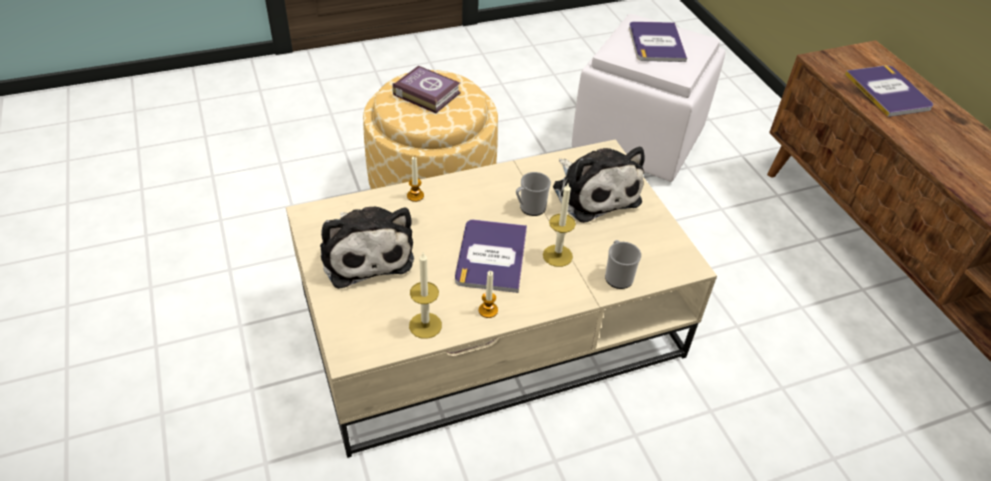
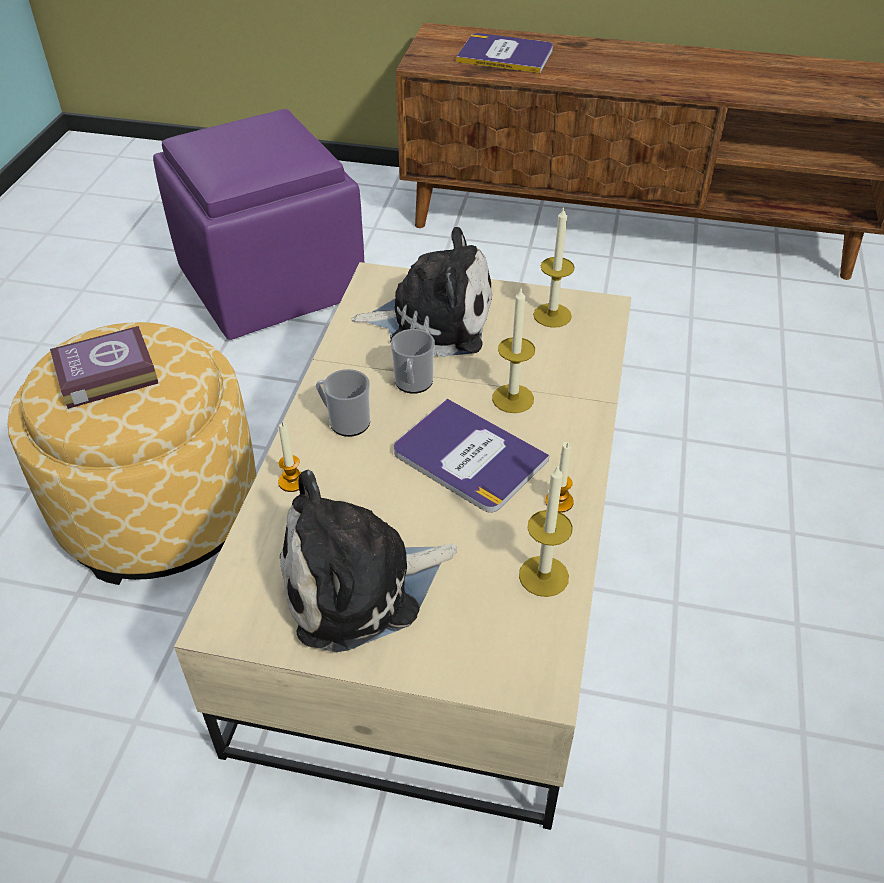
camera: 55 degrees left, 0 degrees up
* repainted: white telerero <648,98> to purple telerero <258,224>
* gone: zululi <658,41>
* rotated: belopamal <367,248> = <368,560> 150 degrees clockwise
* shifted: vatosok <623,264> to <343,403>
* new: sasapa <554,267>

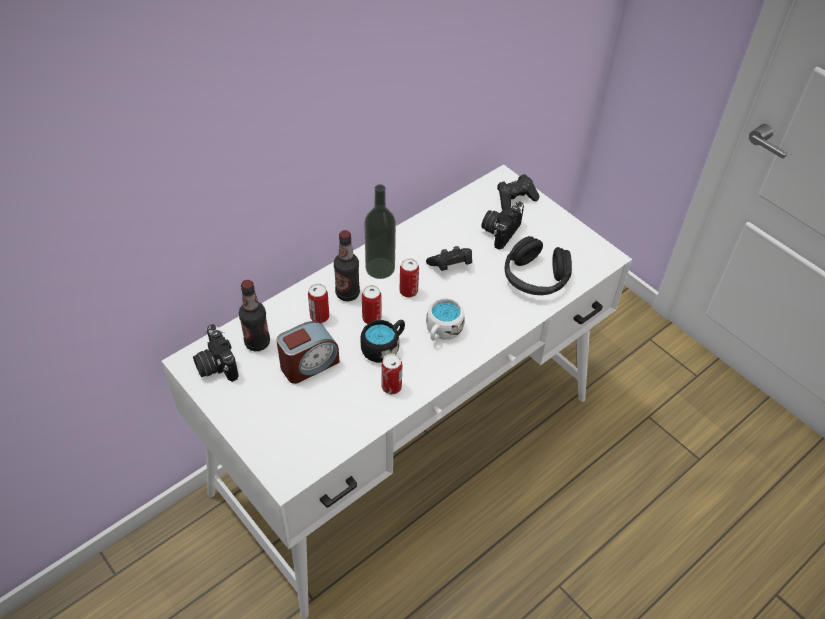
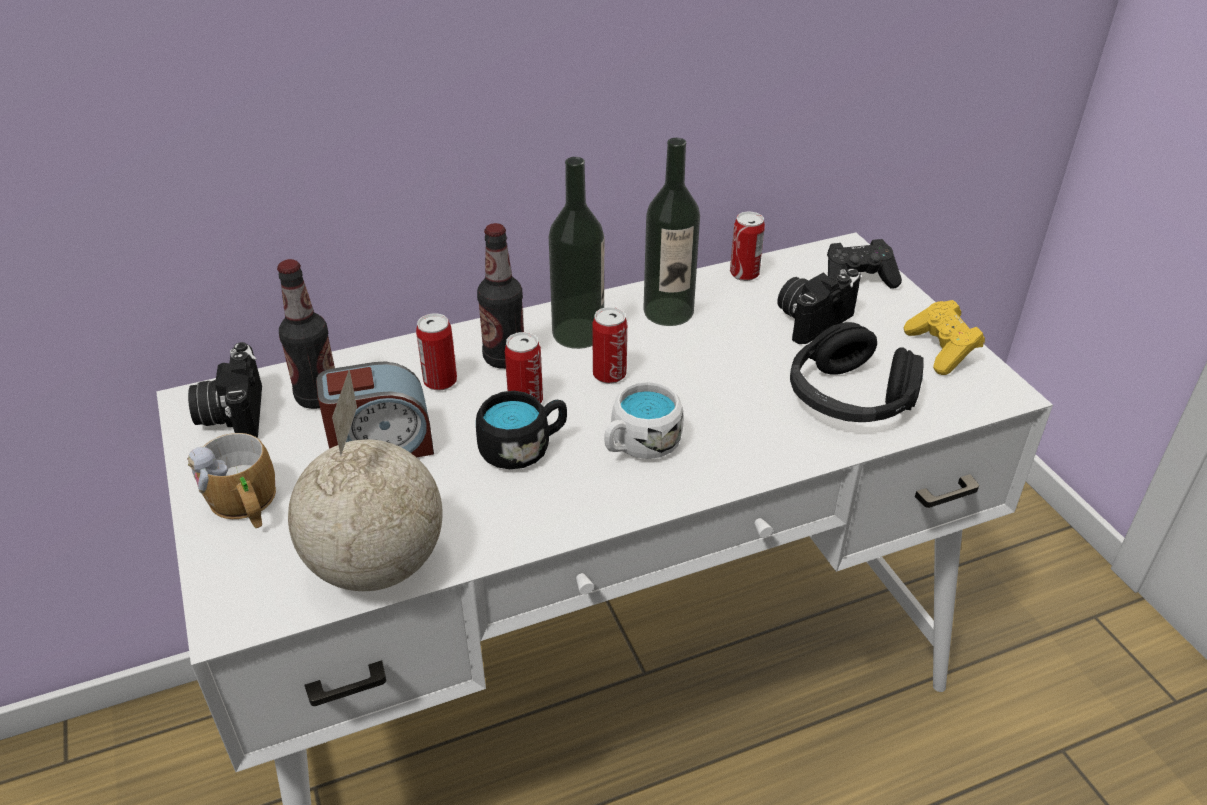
camera: 20 degrees right, 10 degrees down
* gone: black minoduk <449,258>
* shifted: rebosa <391,374> to <747,246>
* new: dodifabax <671,232>
* new: yellow minoduk <944,337>
* new: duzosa <365,480>
* new: vatosok <231,480>

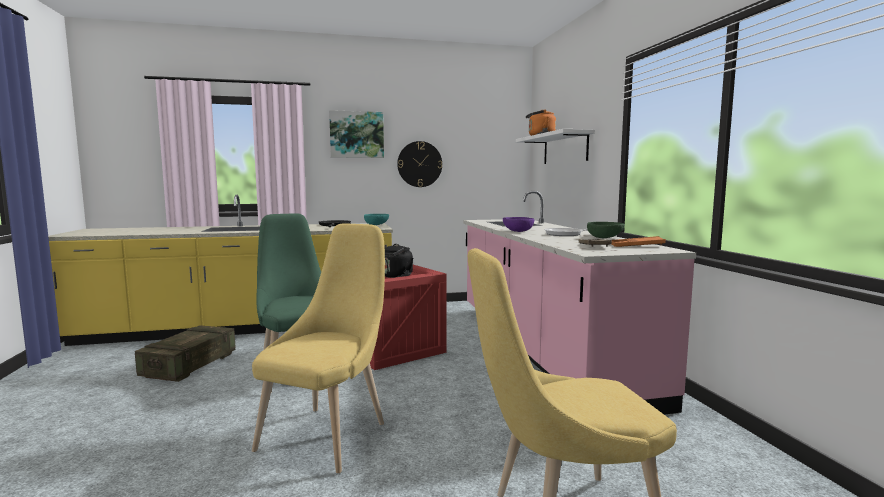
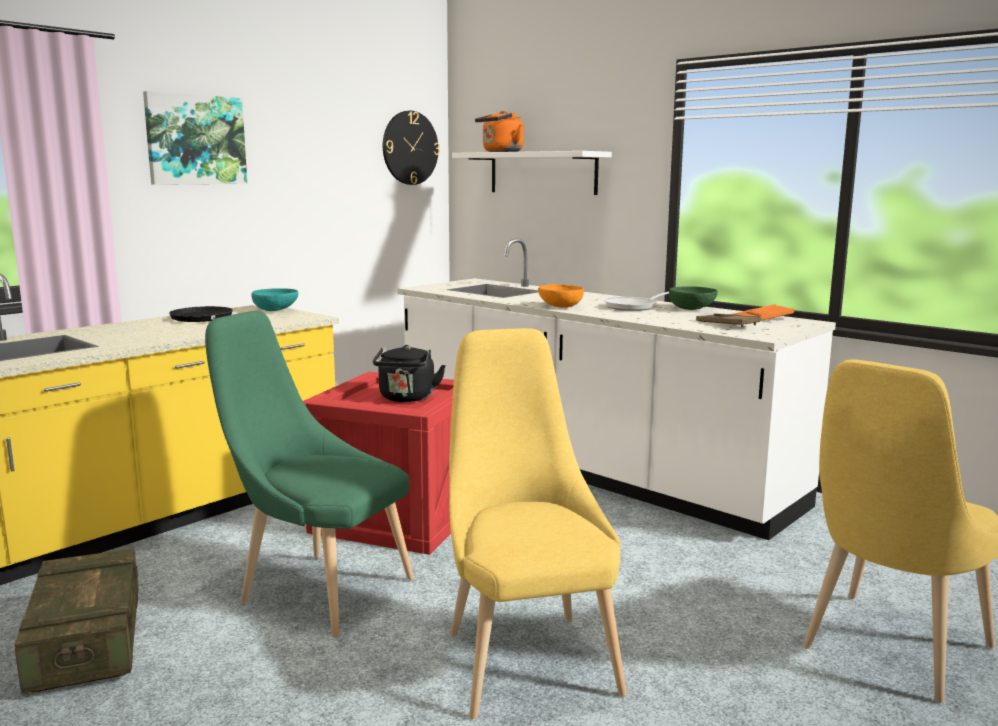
camera: 35 degrees left, 5 degrees up
* shifted: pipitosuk <419,164> to <411,148>
* repainted: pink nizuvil <579,303> to white nizuvil <616,389>
* repainted: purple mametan <518,224> to orange mametan <561,296>

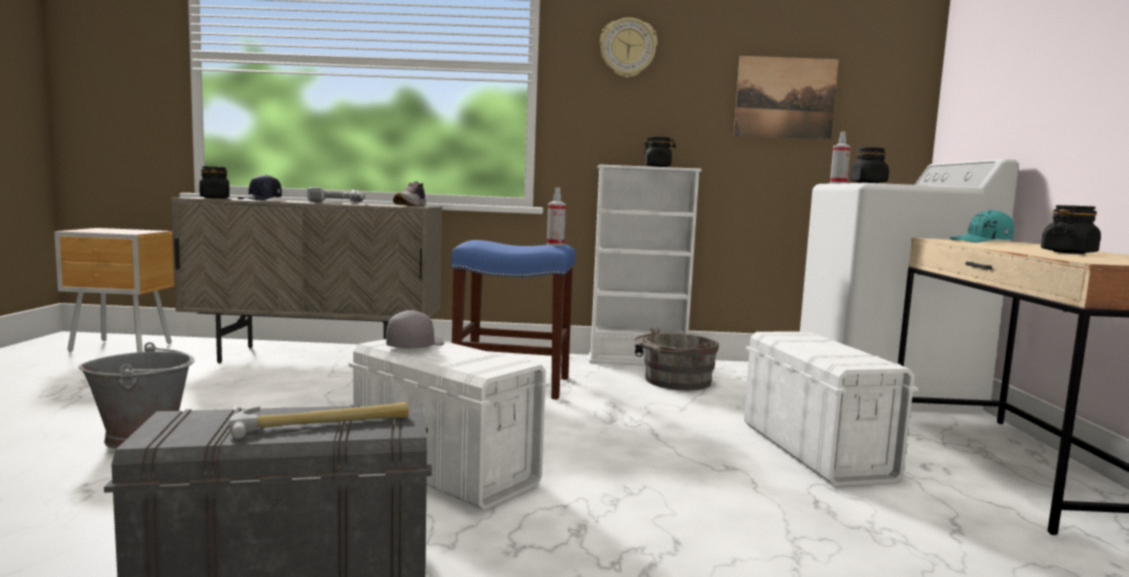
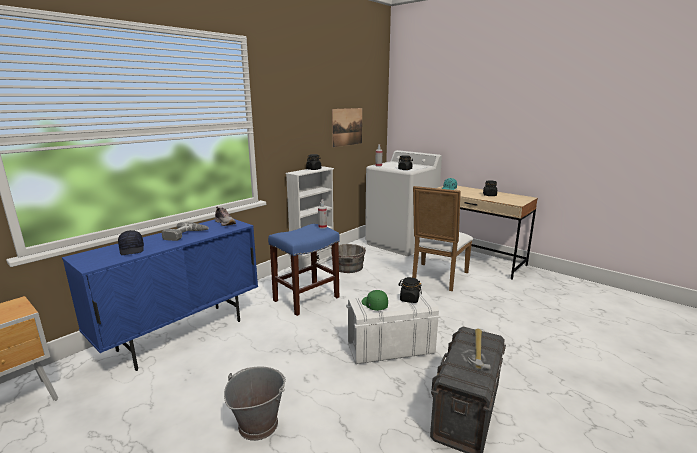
camera: 50 degrees left, 10 degrees up
* gone: pipitosuk <629,47>
* shifted: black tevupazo <214,182> to <410,290>
* repainted: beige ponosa <306,280> to blue ponosa <160,295>
* repainted: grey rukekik <415,329> to green rukekik <375,300>
* swapped: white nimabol <831,408> to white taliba <442,238>

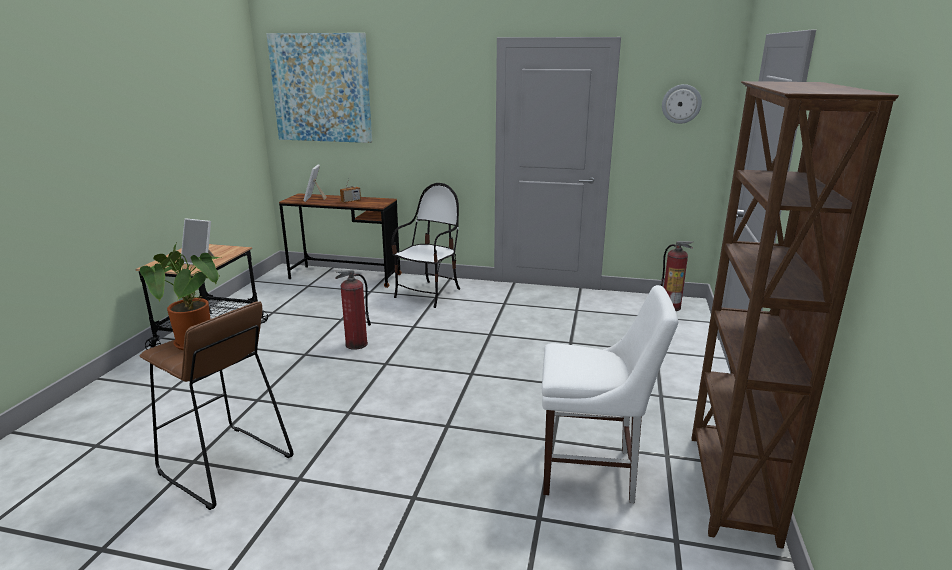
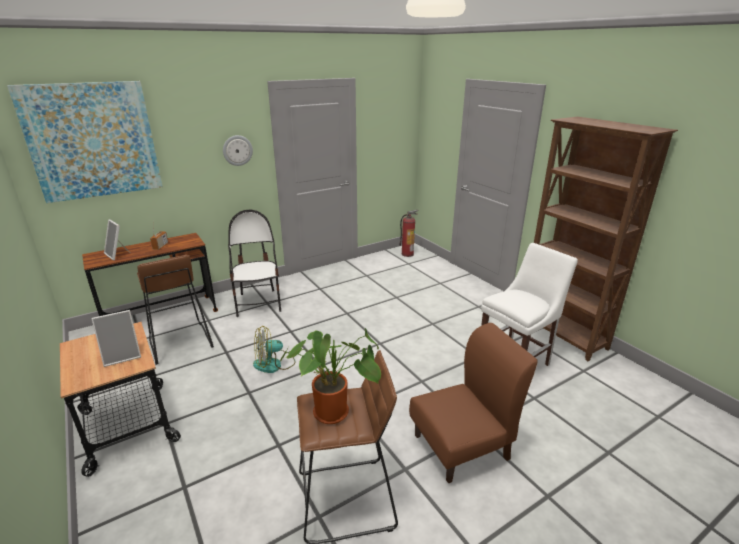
camera: 45 degrees left, 5 degrees up
* shifted: pipitosuk <682,104> to <238,150>
* swapped: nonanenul <353,310> to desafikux <274,349>
* new: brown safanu <175,310>
* new: brown taliba <473,403>

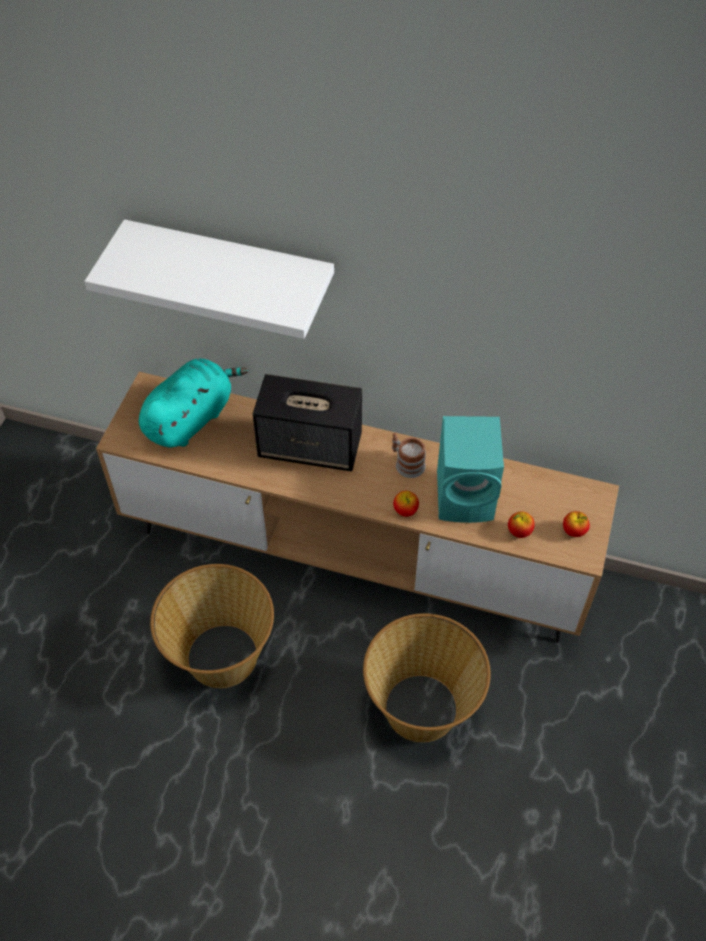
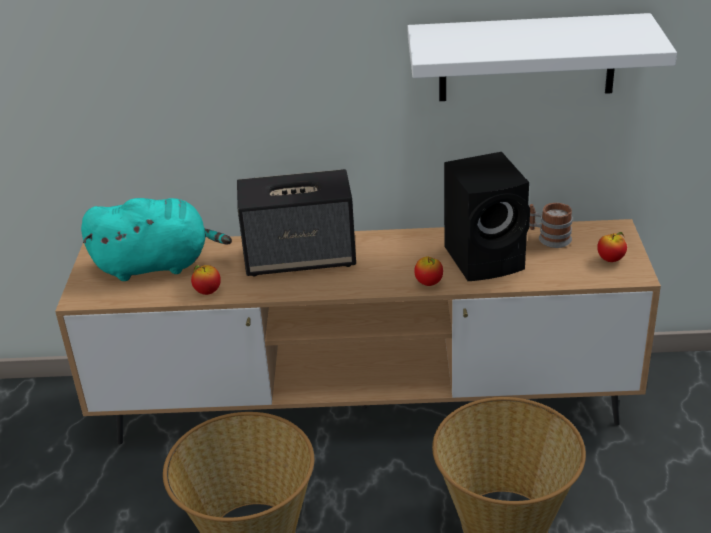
camera: 15 degrees left, 20 degrees down
* shifted: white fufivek <209,279> to <542,57>
* rotated: turquoise belopamal <194,403> = <156,239> 60 degrees clockwise
* repainted: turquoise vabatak <470,469> to black vabatak <487,216>
* shifted: vatosok <409,455> to <551,225>
* shifted: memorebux <521,524> to <206,280>

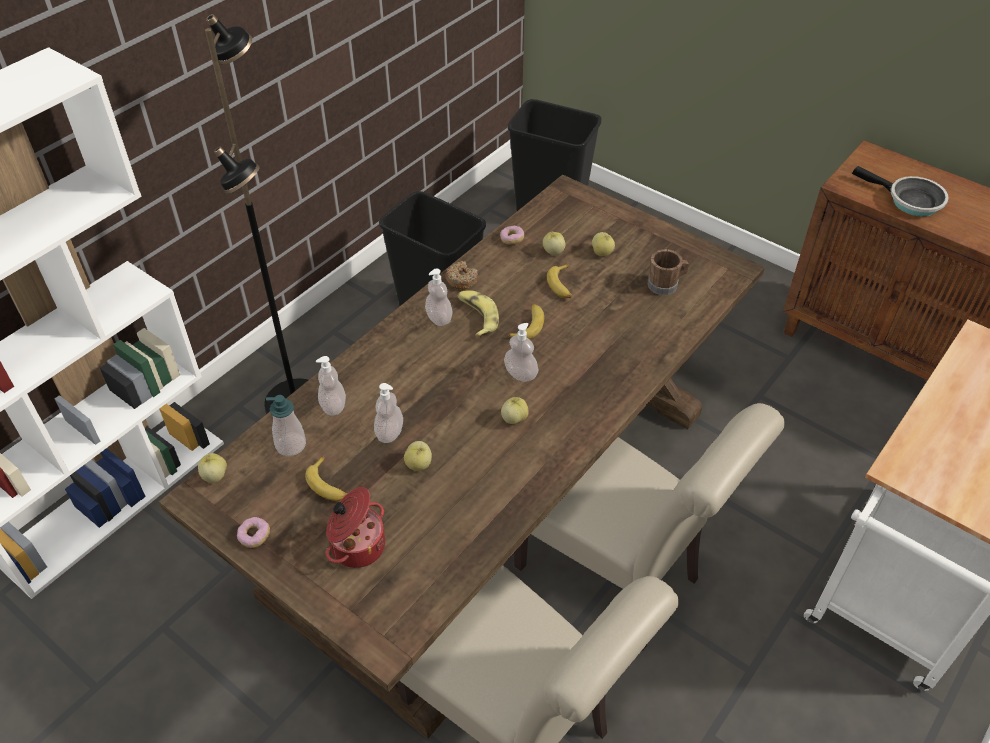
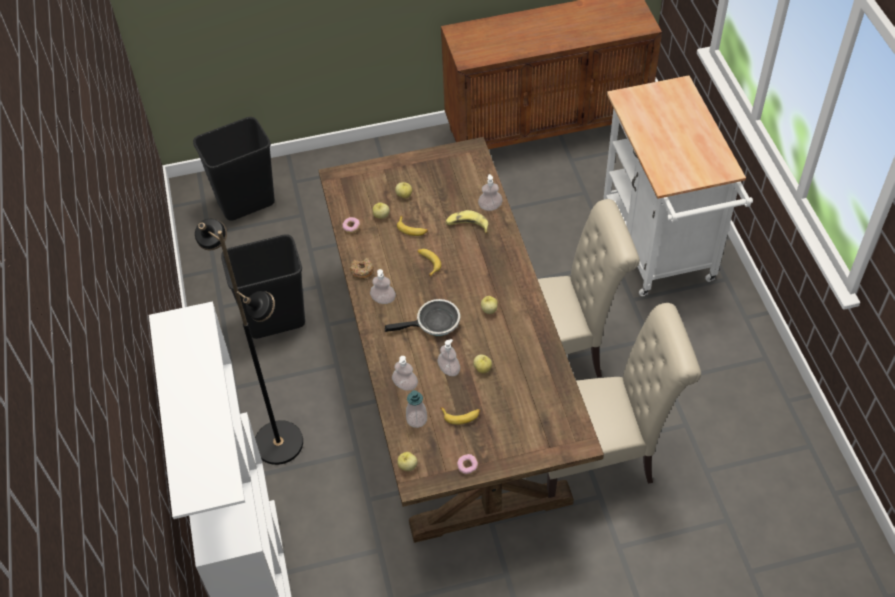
camera: 50 degrees left, 5 degrees up
* shifted: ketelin <900,191> to <422,317>
* gone: brown vatosok <668,272>
* shifted: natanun <478,313> to <466,221>
* shifted: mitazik <521,352> to <490,192>
* gone: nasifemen <355,527>

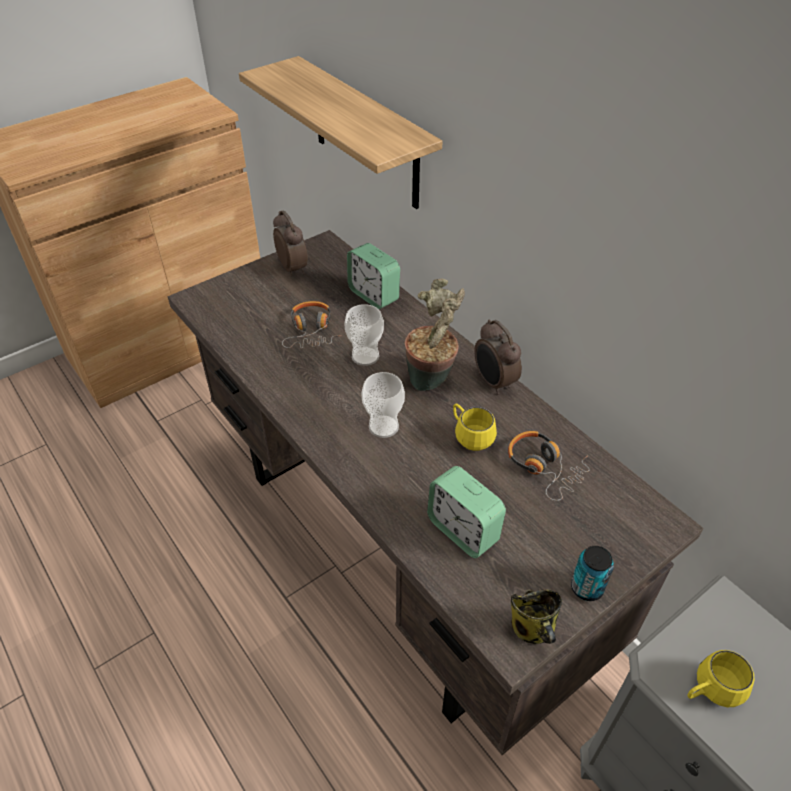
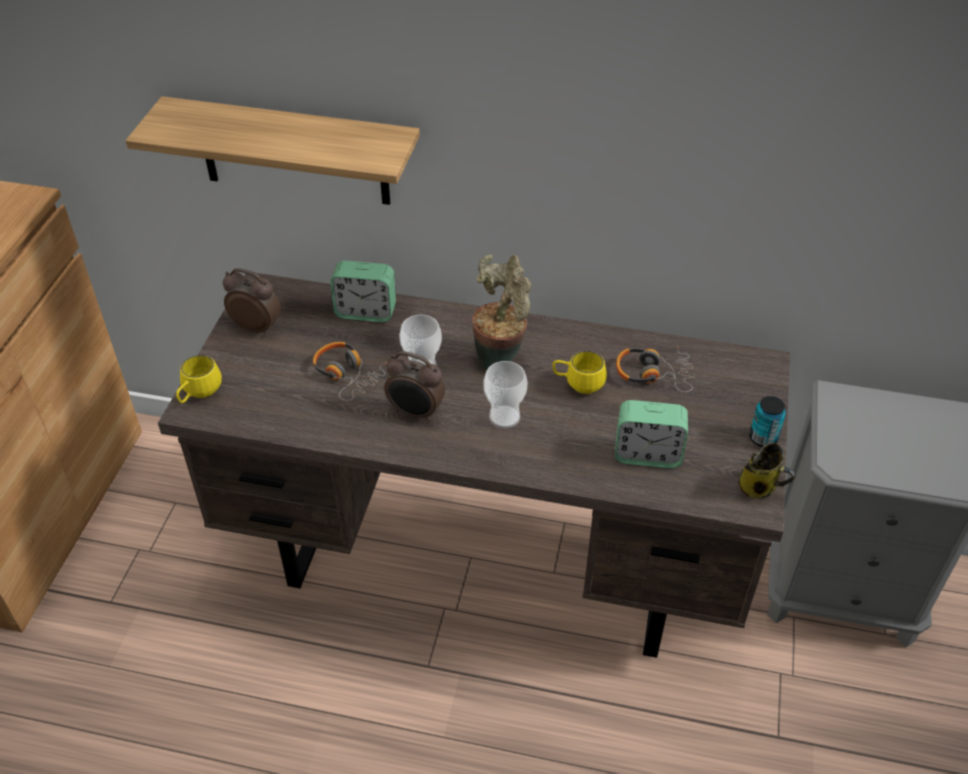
camera: 40 degrees left, 0 degrees up
* shifted: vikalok <498,357> to <414,386>
* shifted: yellow vatosok <721,678> to <199,379>

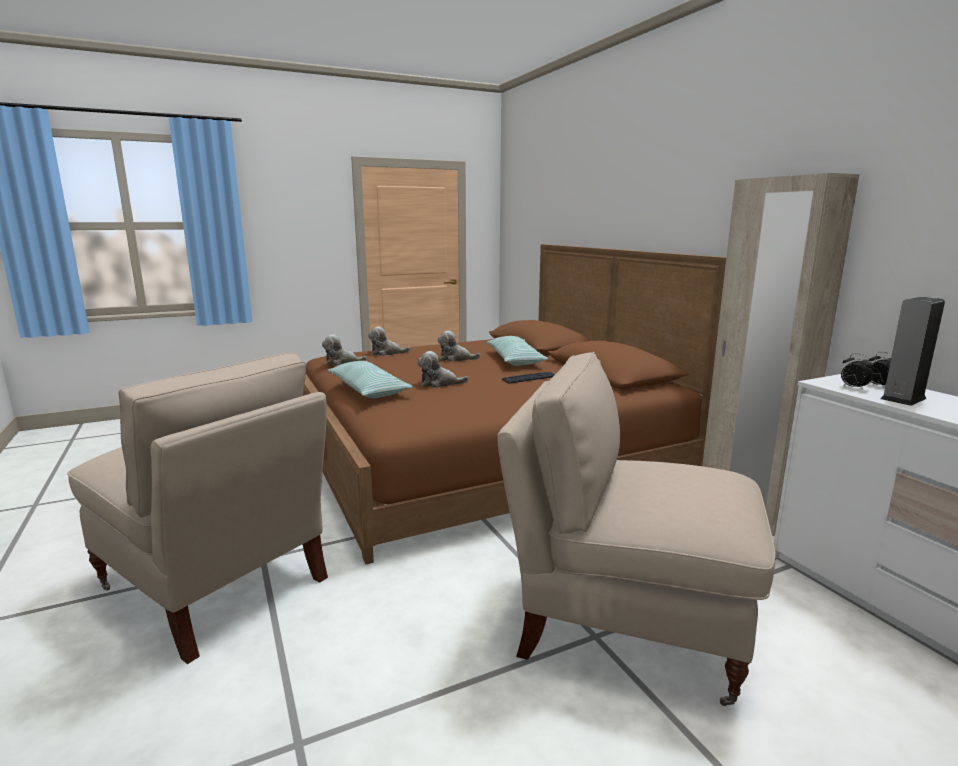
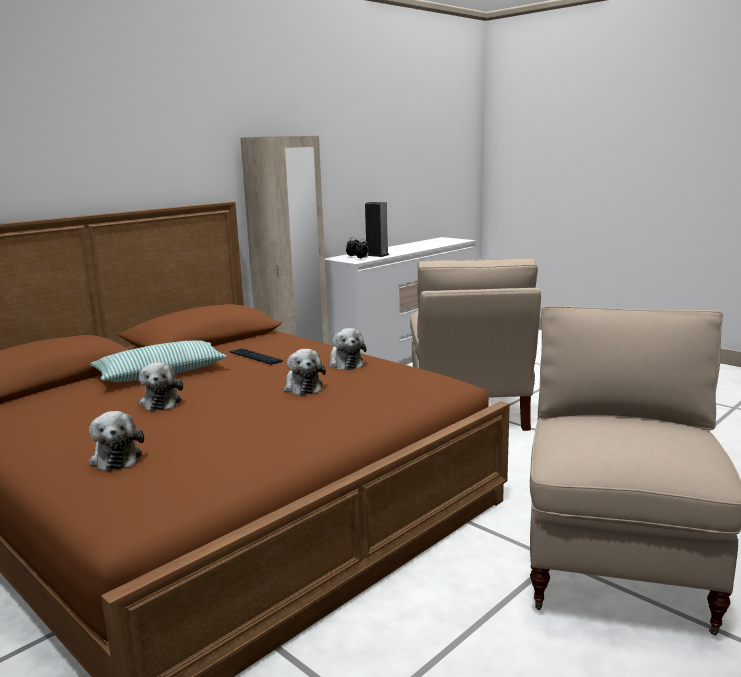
camera: 110 degrees left, 0 degrees up
* shifted: belopamal <344,350> to <347,349>
* gone: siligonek <370,379>

